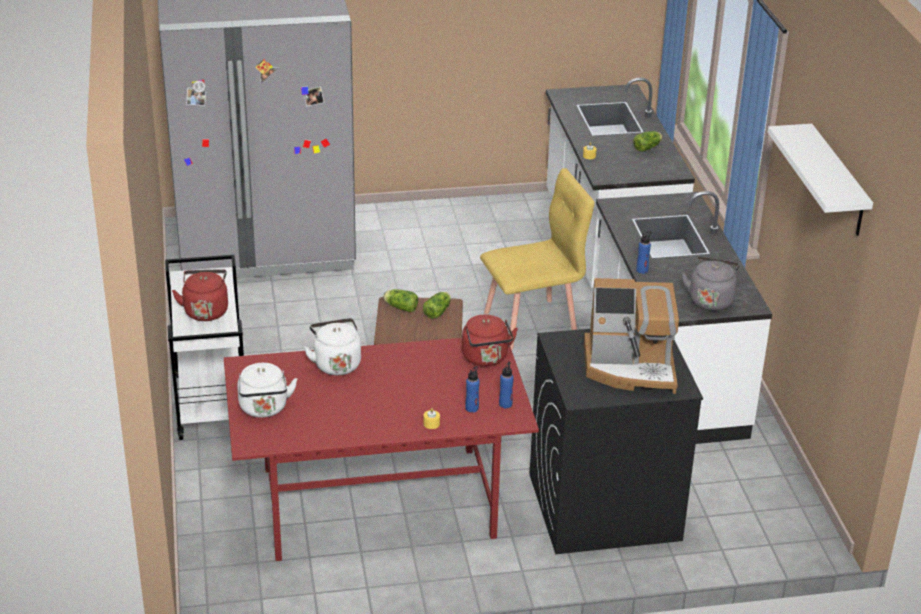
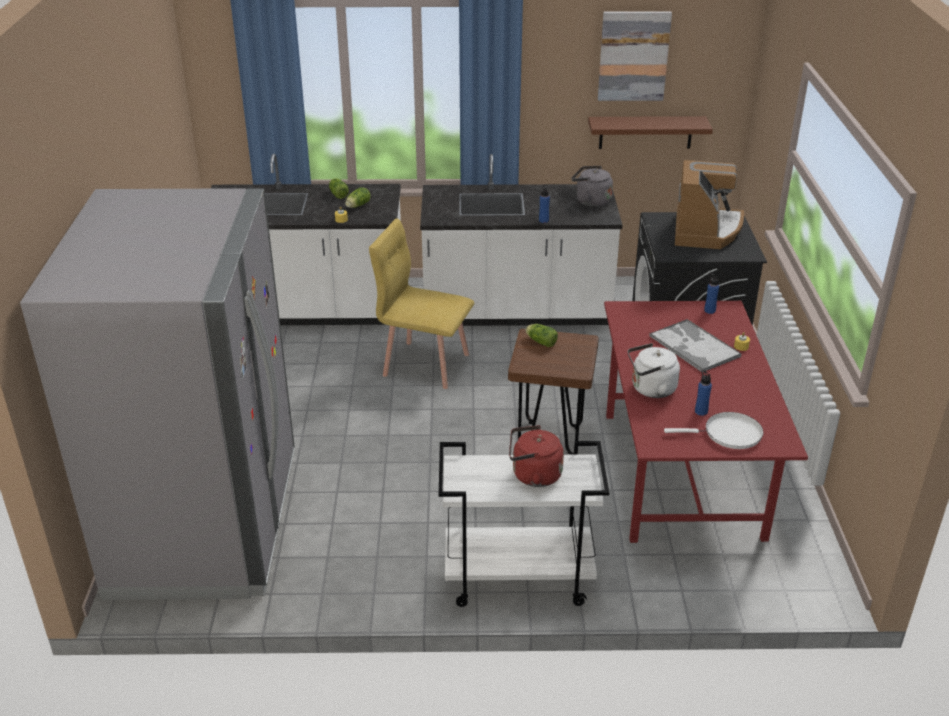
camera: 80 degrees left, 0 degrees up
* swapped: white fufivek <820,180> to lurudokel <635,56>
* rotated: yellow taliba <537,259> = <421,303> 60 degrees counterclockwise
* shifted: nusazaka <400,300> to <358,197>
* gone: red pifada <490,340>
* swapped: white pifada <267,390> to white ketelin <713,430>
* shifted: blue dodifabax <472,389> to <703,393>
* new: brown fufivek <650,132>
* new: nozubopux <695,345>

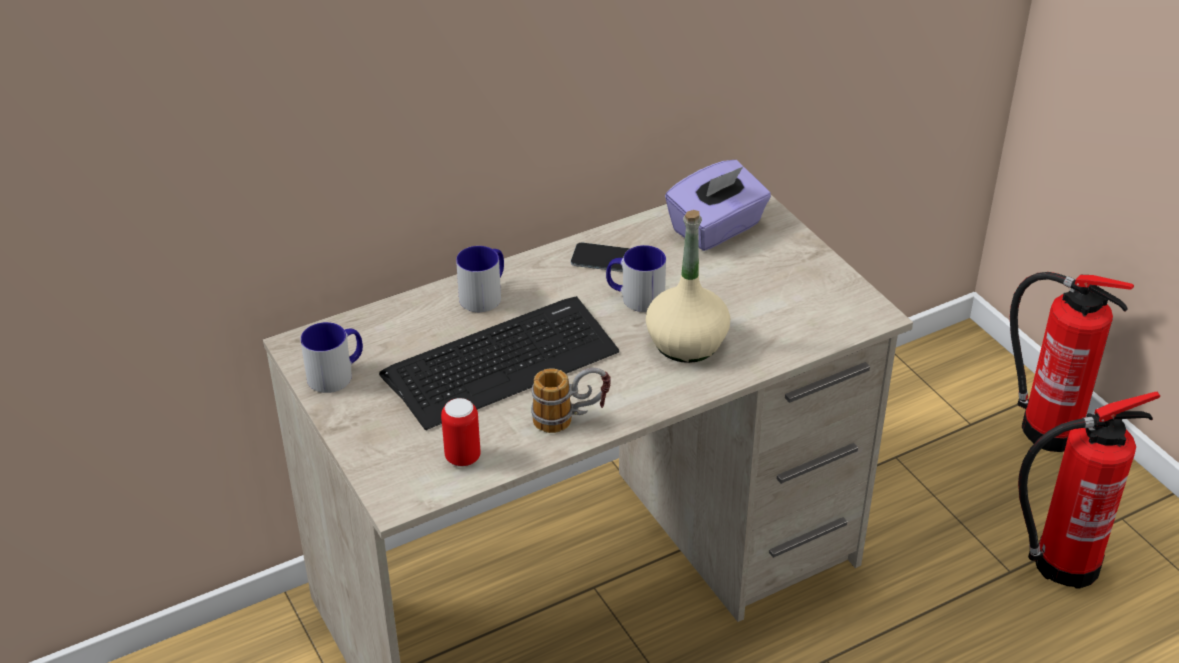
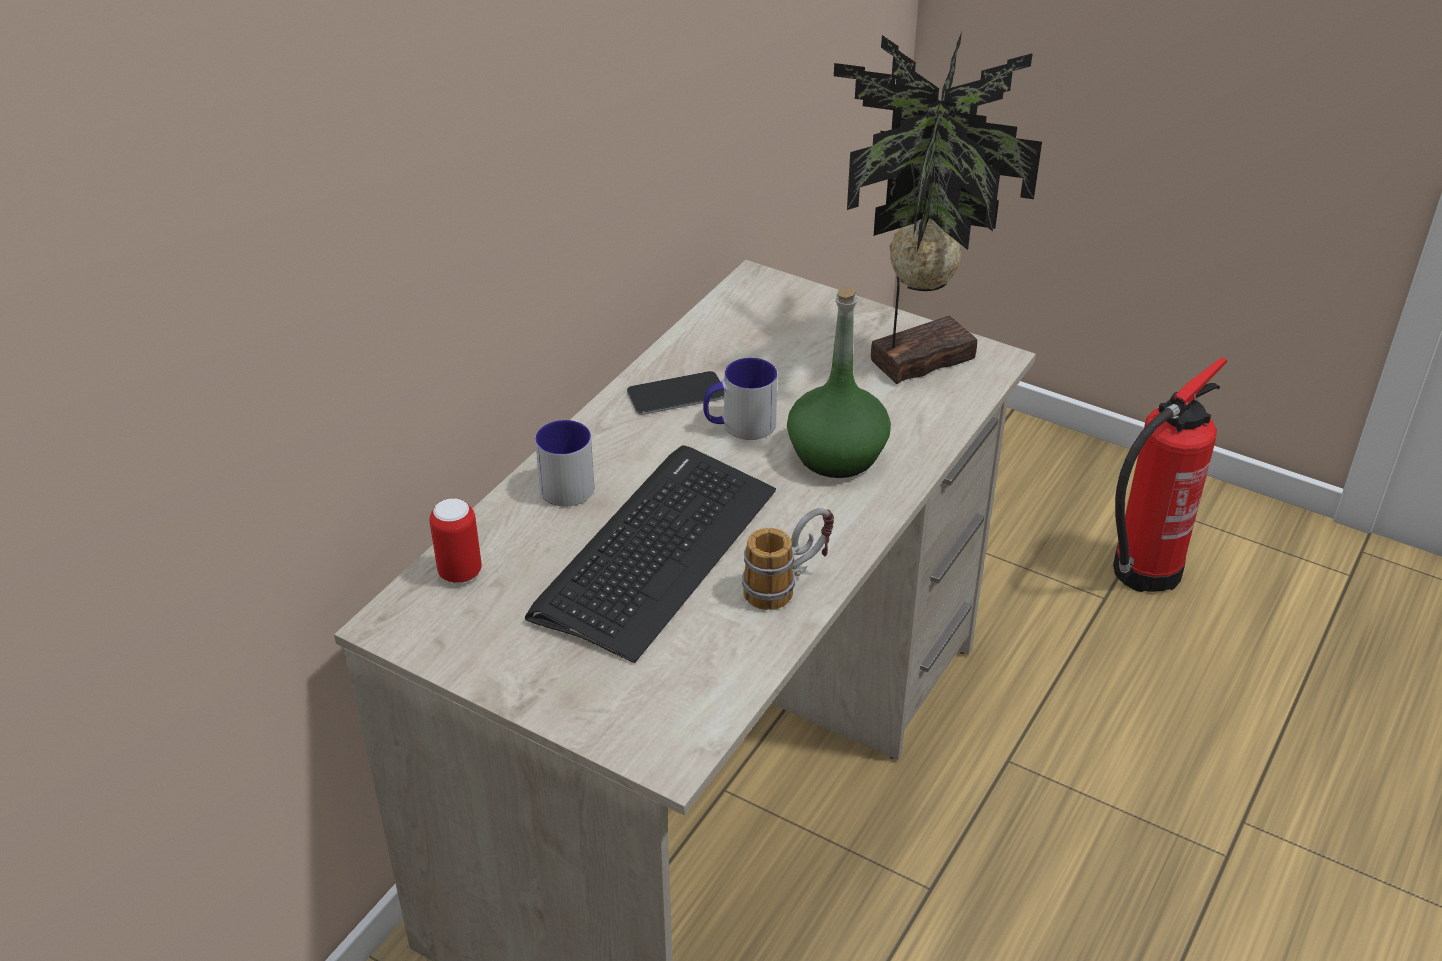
camera: 30 degrees left, 0 degrees up
* gone: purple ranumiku <718,205>
* repainted: beige dodifabax <688,286> to green dodifabax <839,382>
* gone: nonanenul <1072,362>
* gone: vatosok <331,357>
* shifted: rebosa <461,432> to <456,540>
* new: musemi <938,207>

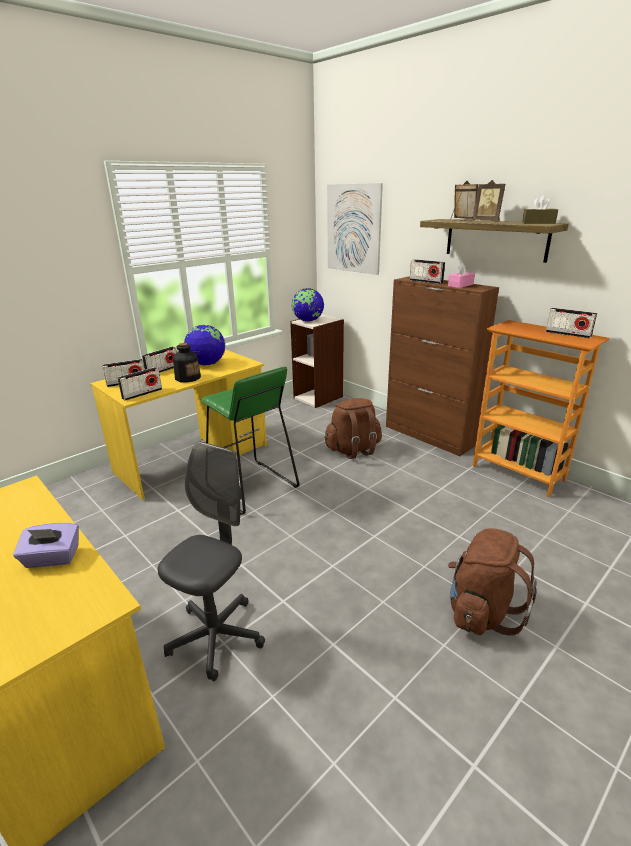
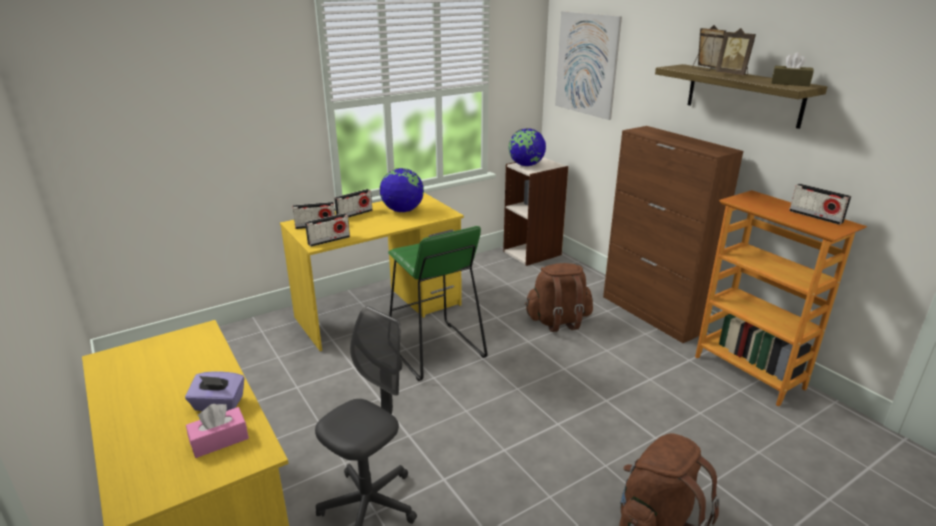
camera: 10 degrees right, 0 degrees up
* gone: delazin <427,271>
* shifted: pink ranumiku <461,275> to <217,431>
* gone: dodifabax <187,362>

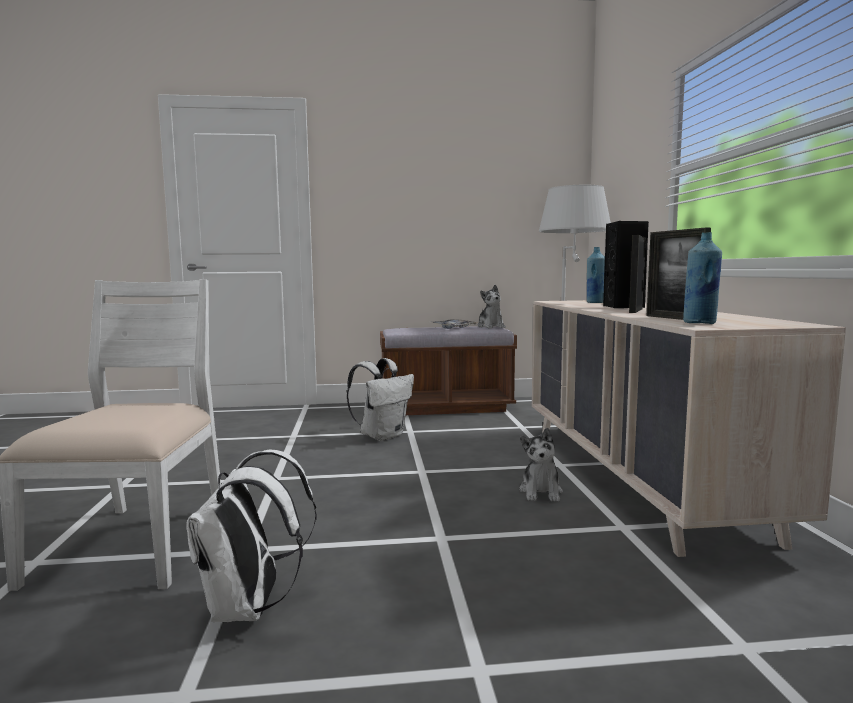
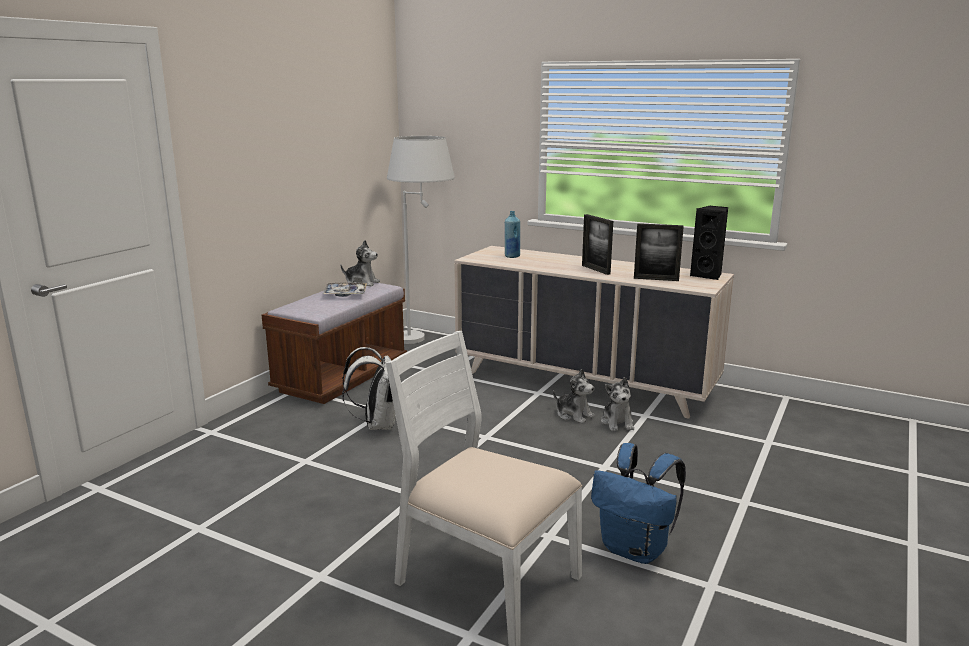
camera: 55 degrees left, 10 degrees up
* shifted: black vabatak <626,264> to <709,243>
* gone: blue dodifabax <702,278>
* repainted: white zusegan <251,536> to blue zusegan <638,503>
* new: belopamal <617,404>

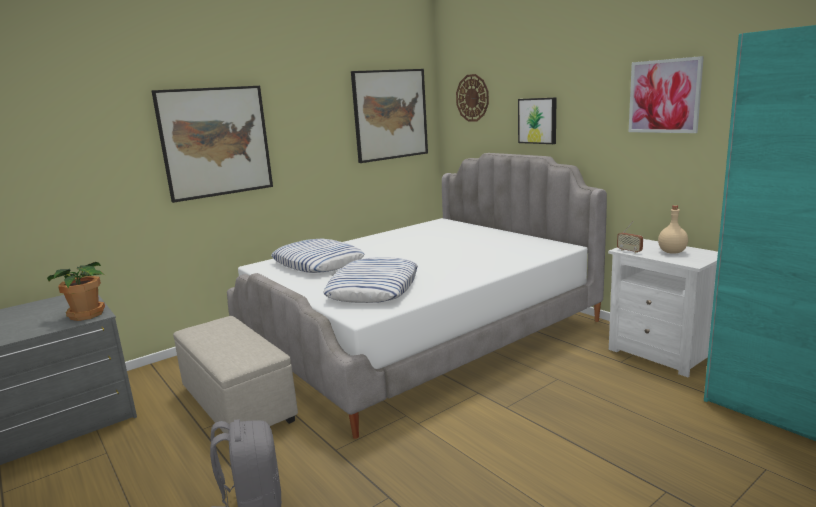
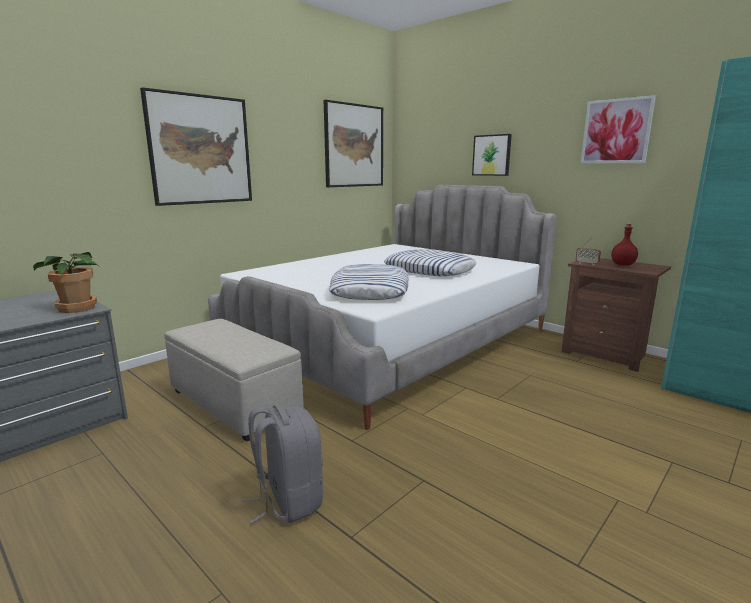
camera: 10 degrees left, 0 degrees up
* gone: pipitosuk <472,97>
* repainted: beige dodifabax <673,229> to red dodifabax <624,245>
* shifted: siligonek <317,256> to <430,262>
* repainted: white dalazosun <663,308> to brown dalazosun <616,315>

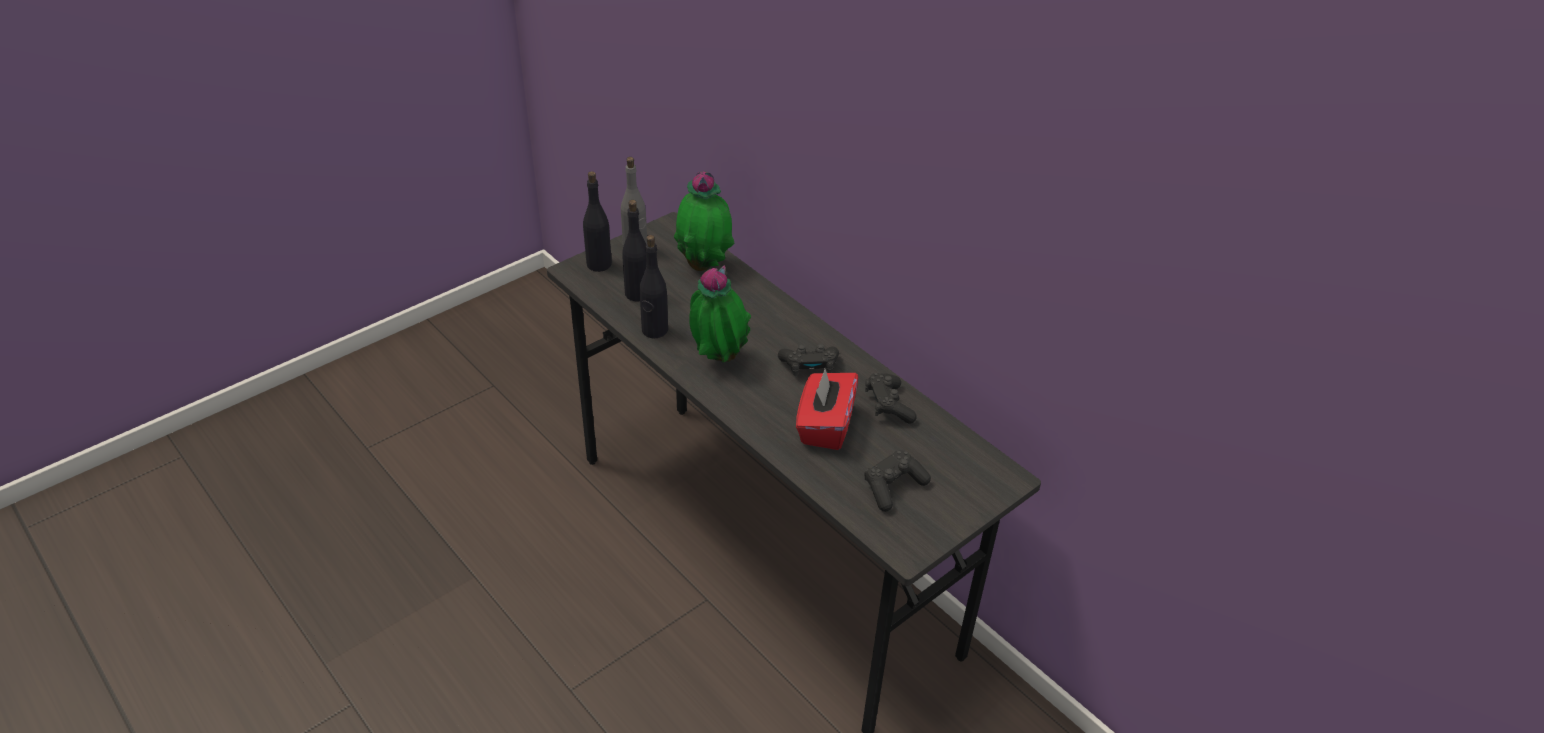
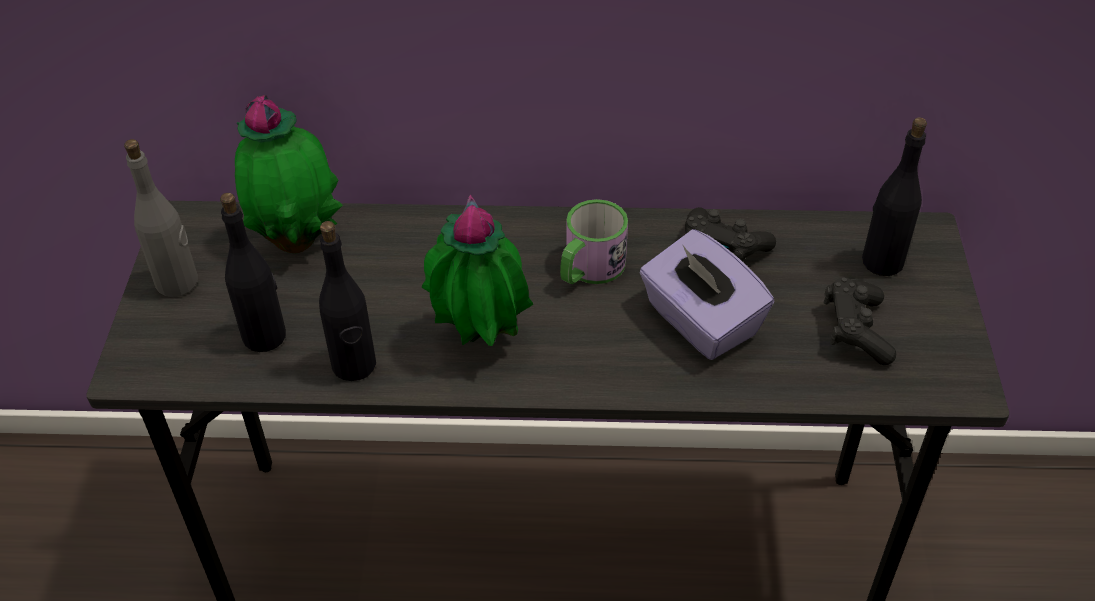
camera: 45 degrees left, 5 degrees up
* shifted: black dodifabax <597,221> to <894,196>
* swapped: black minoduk <808,360> to vatosok <594,241>
* repainted: red ranumiku <827,409> to purple ranumiku <706,294>

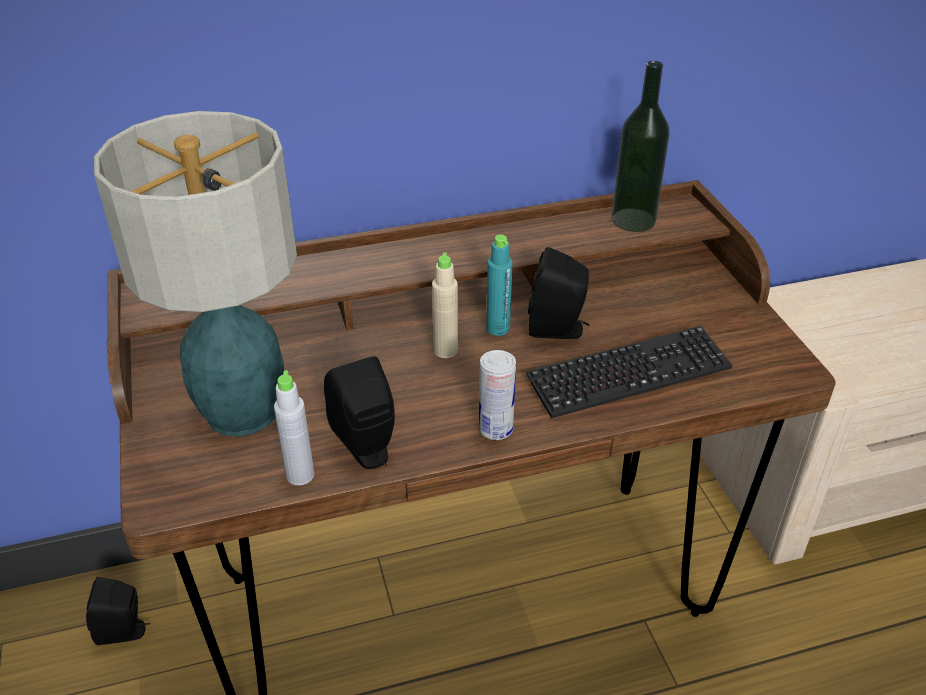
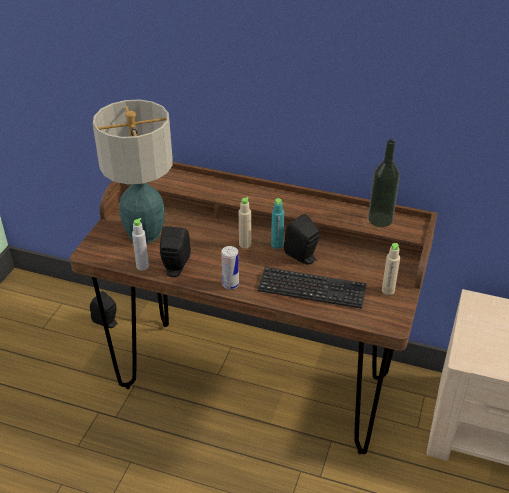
camera: 35 degrees right, 0 degrees up
* new: beige dodifabax <391,269>

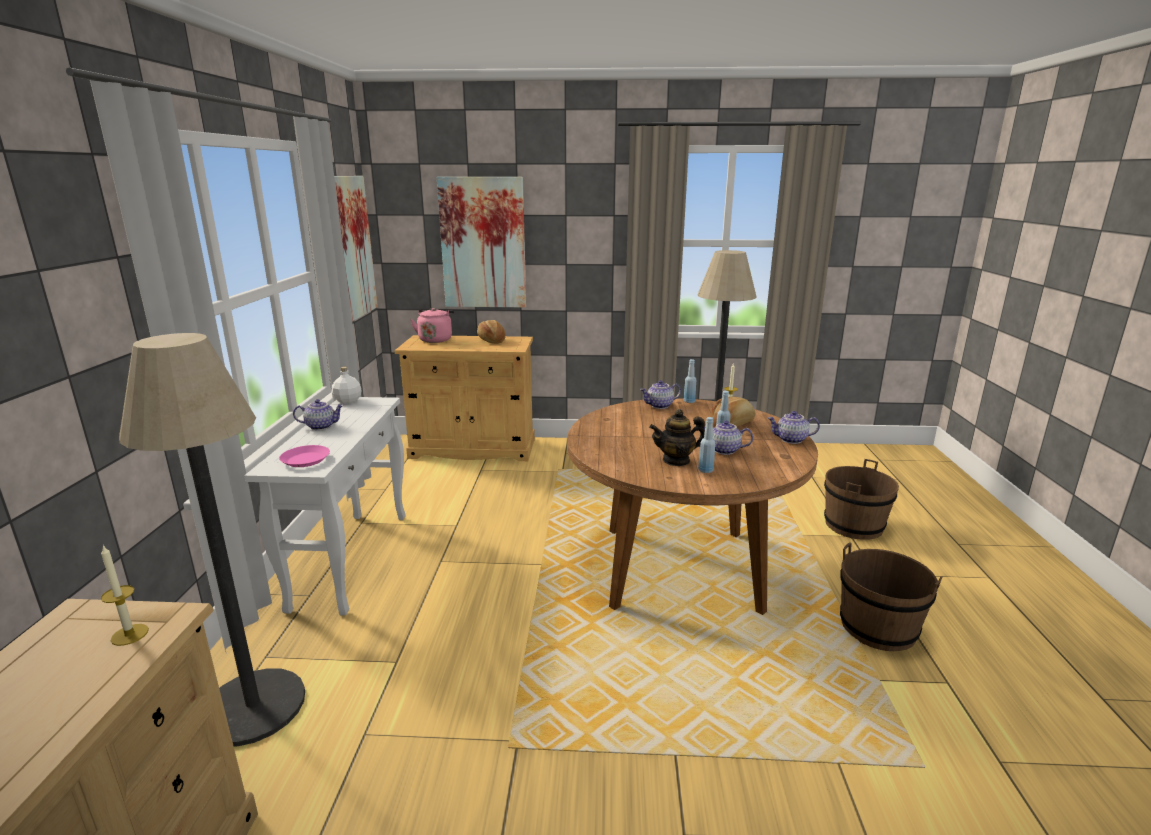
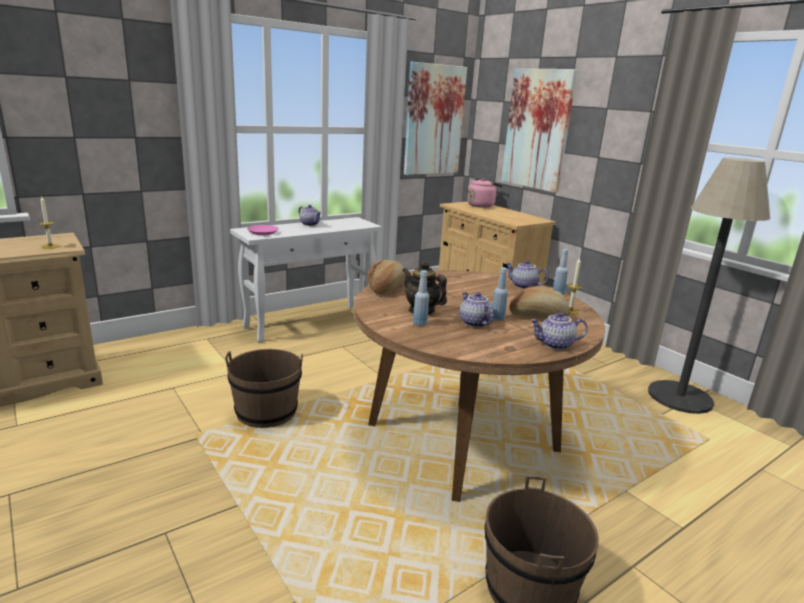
camera: 50 degrees right, 0 degrees up
* shifted: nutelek <491,332> to <386,277>
* gone: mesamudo <212,540>
* gone: white dodifabax <347,385>
* rotated: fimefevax <793,427> = <559,331> 60 degrees counterclockwise
* shifted: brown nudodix <861,499> to <264,388>

